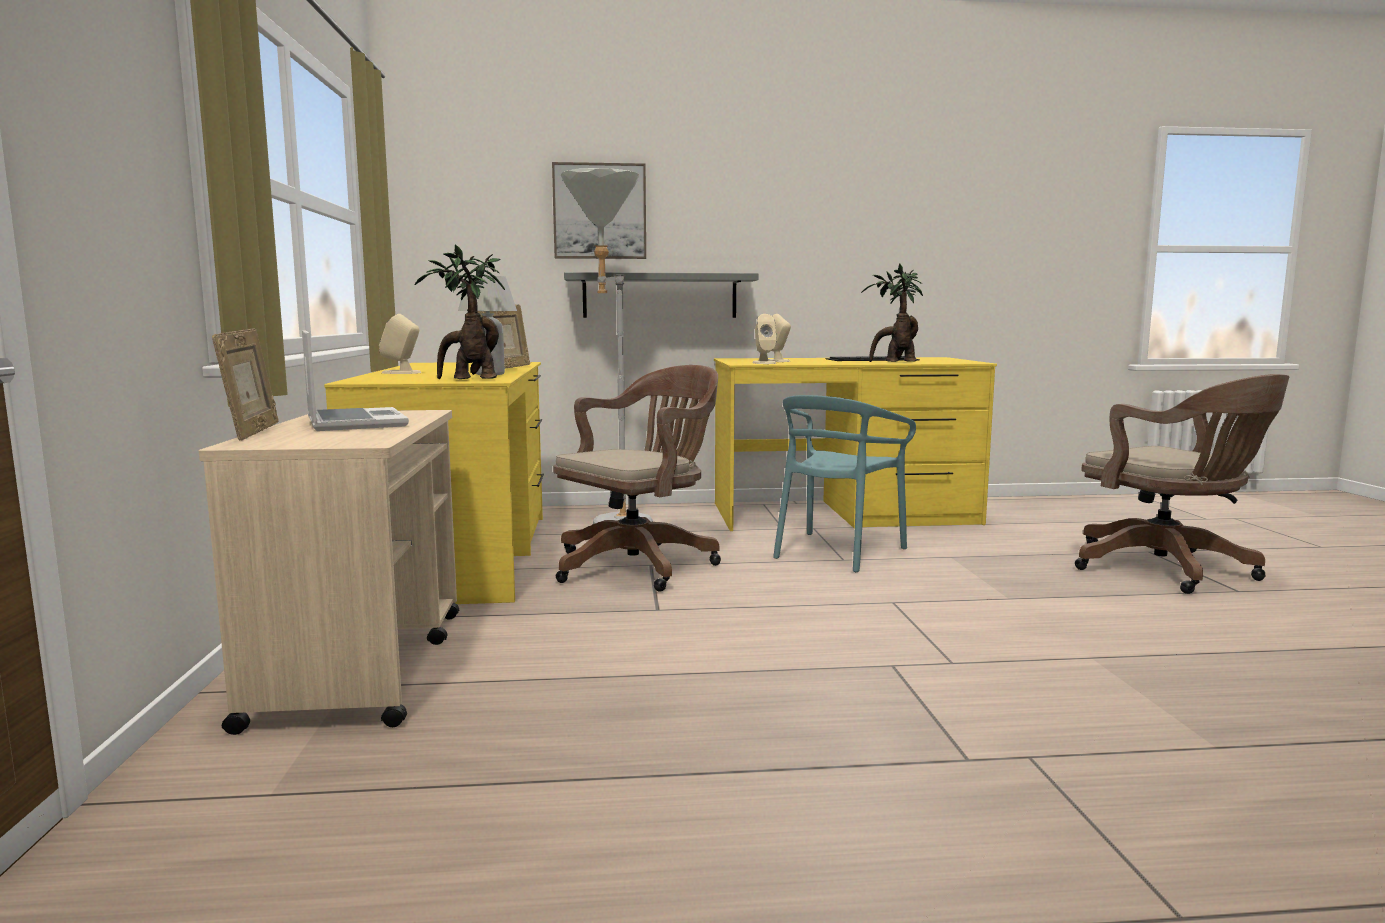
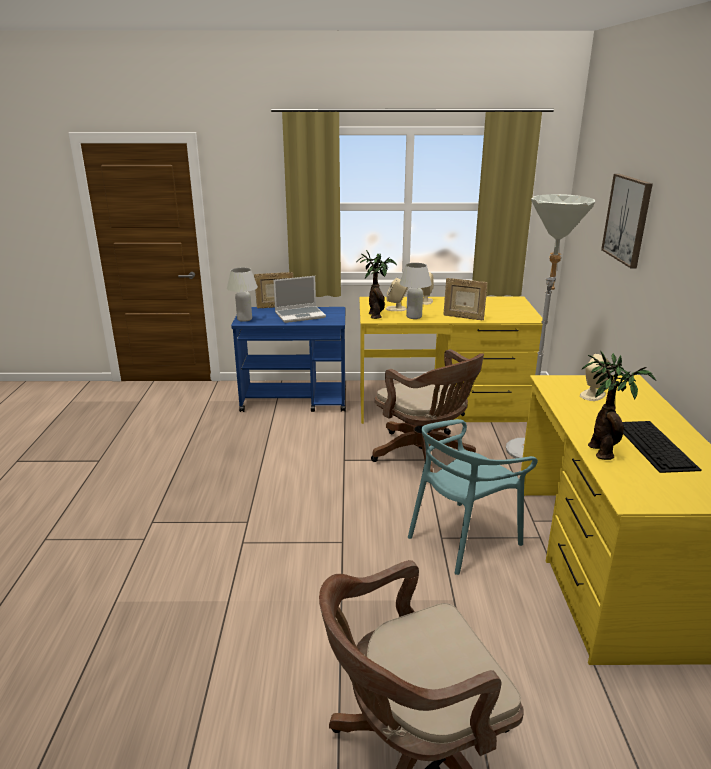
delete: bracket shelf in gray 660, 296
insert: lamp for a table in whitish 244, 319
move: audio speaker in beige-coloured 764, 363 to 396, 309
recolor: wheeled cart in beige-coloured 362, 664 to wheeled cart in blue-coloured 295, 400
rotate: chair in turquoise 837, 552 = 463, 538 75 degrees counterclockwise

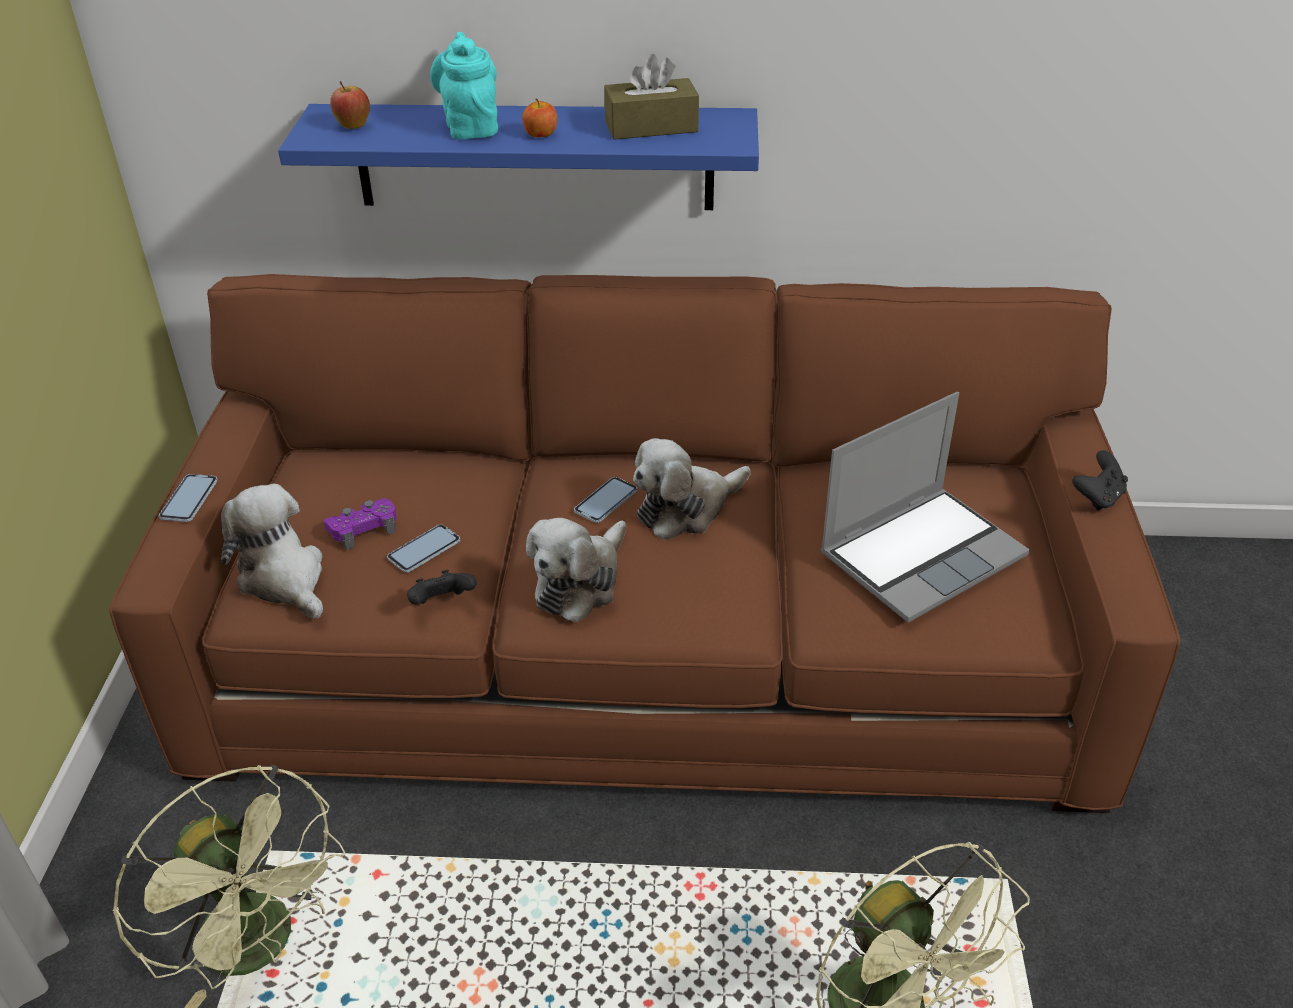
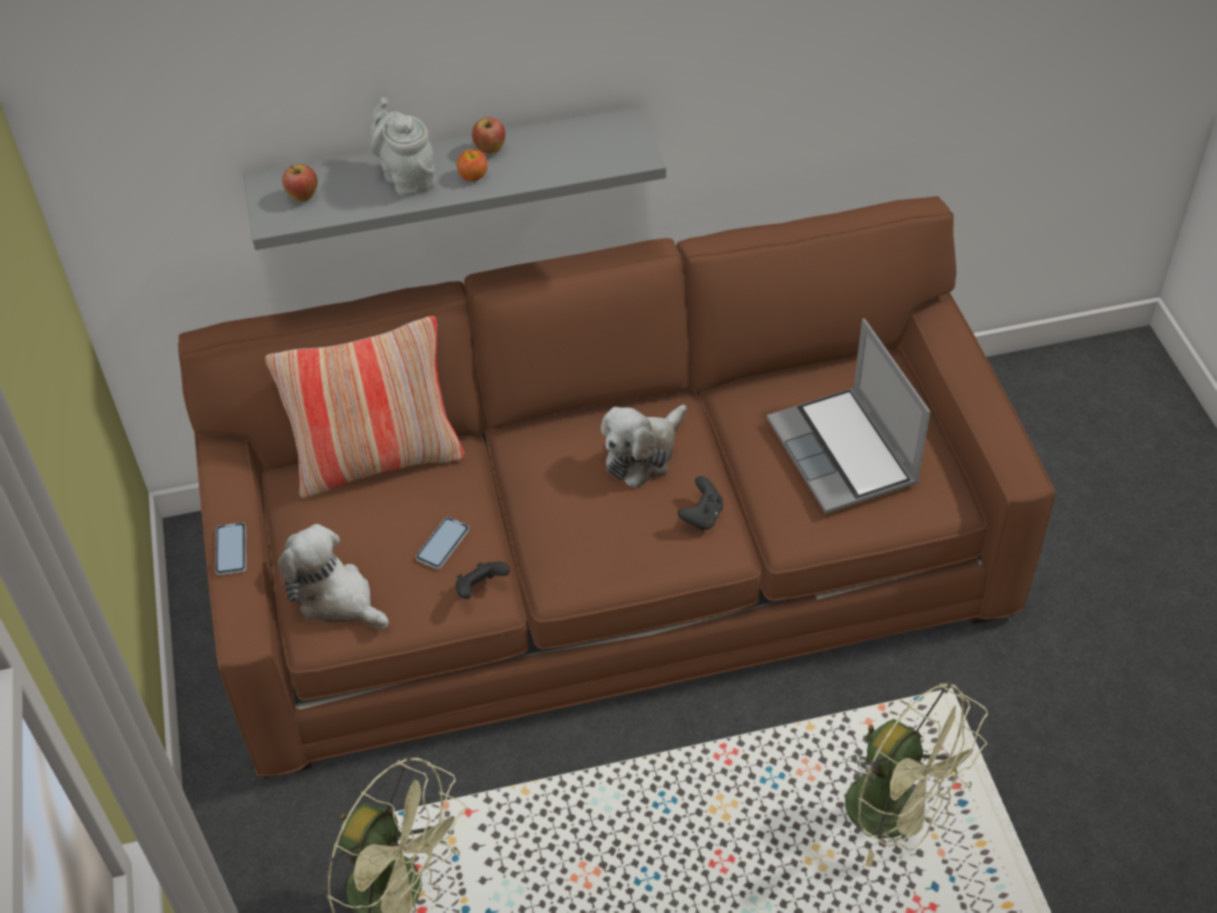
delete: gamepad in purple 363, 529; plush toy 580, 582; telephone 606, 501; tissue holder in brown-coloured 651, 127
insert: cushion 378, 460; apple fruit 490, 150
move: gamepad in black 1097, 497 to 702, 516
recolor: bracket shelf in blue-coloured 534, 157 to bracket shelf in gray 450, 176; teapot in turquoise 470, 126 to teapot in gray 407, 177
rotate: laptop 922, 554 = 844, 453 120 degrees clockwise

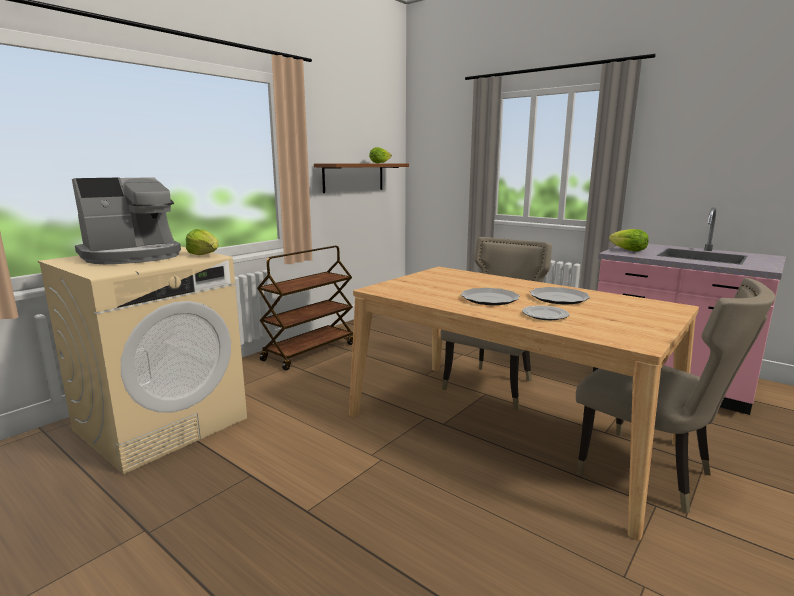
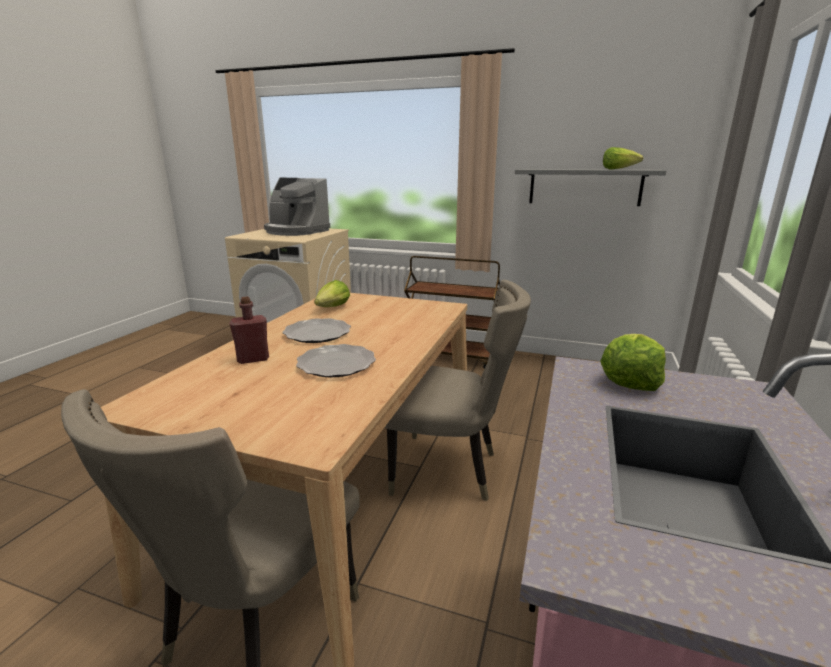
move: head of lettuce 205, 255 to 333, 308
replace: plate 545, 315 to beverage bottle in reddish 253, 359
recolor: bracket shelf in brown-coloured 353, 177 to bracket shelf in gray 584, 187

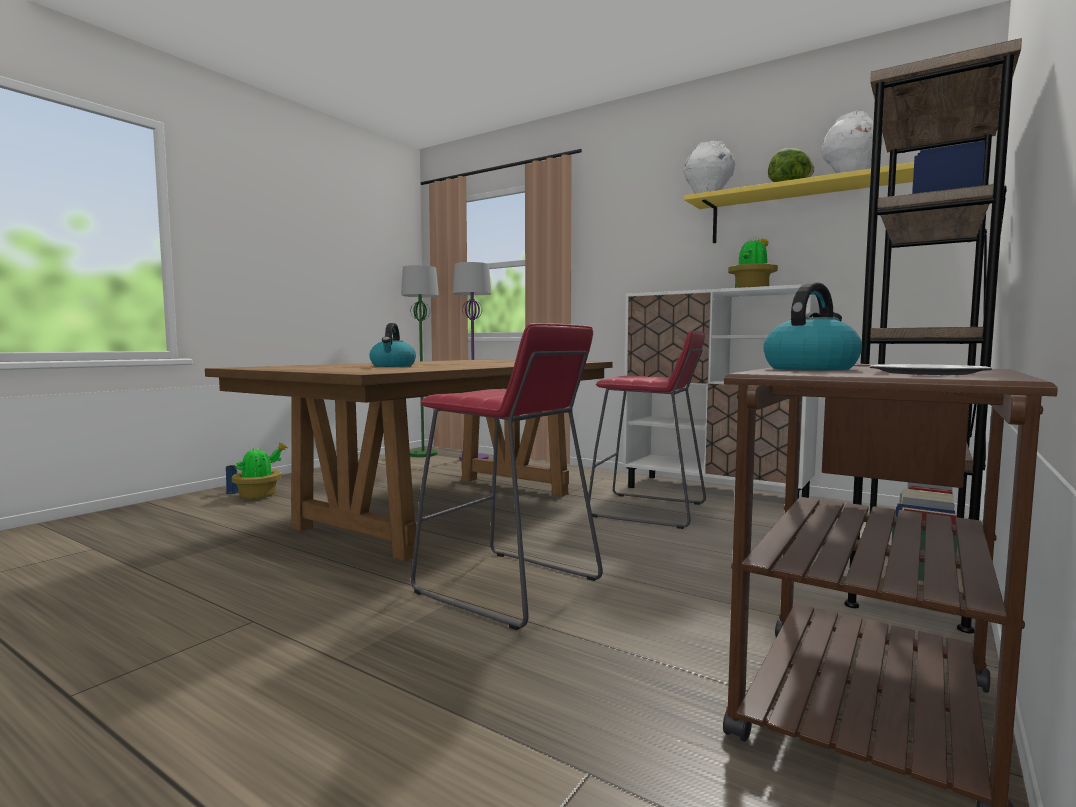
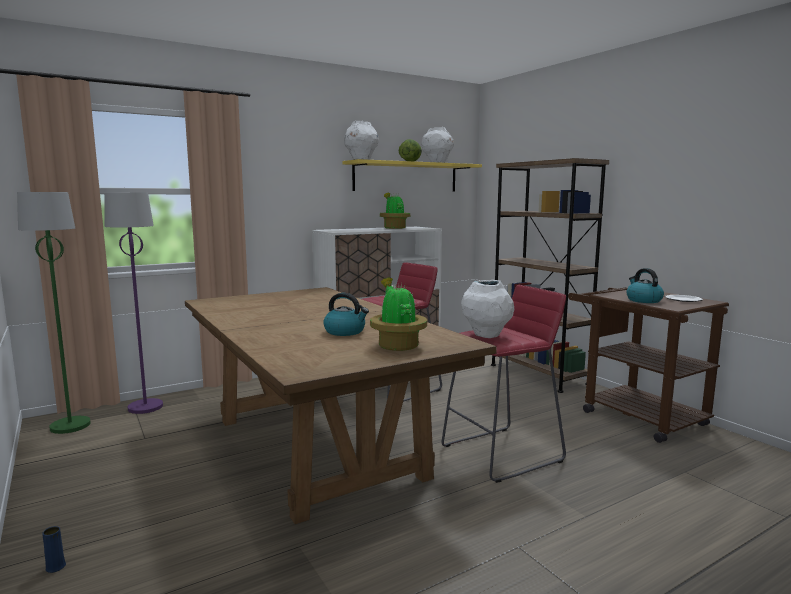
insert: decorative vase in whitish 486, 335
move: houseplant 259, 495 to 397, 346

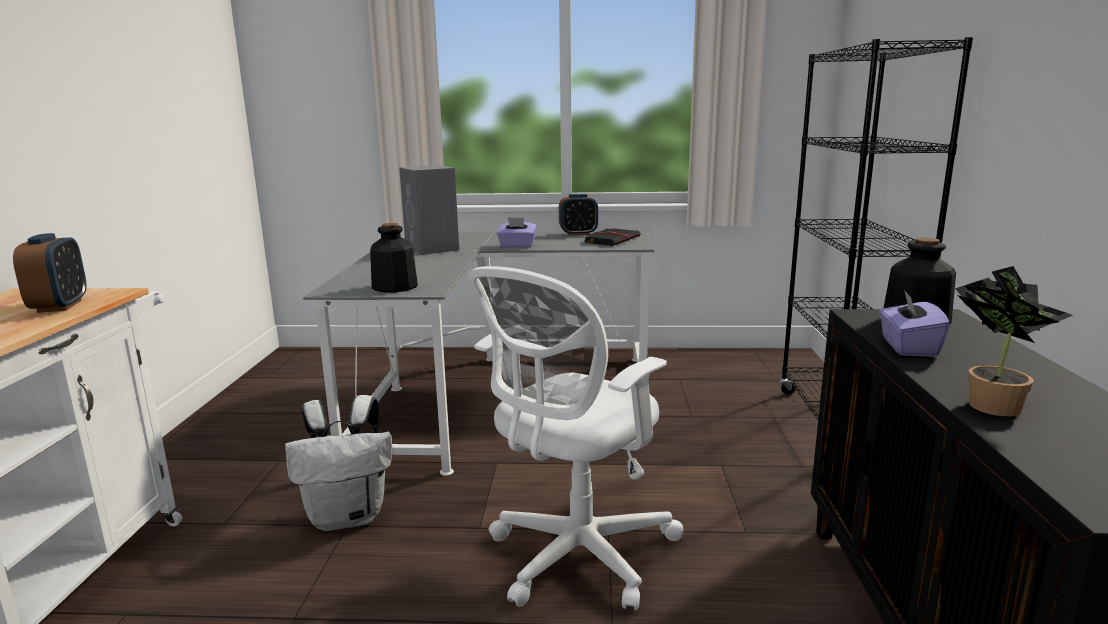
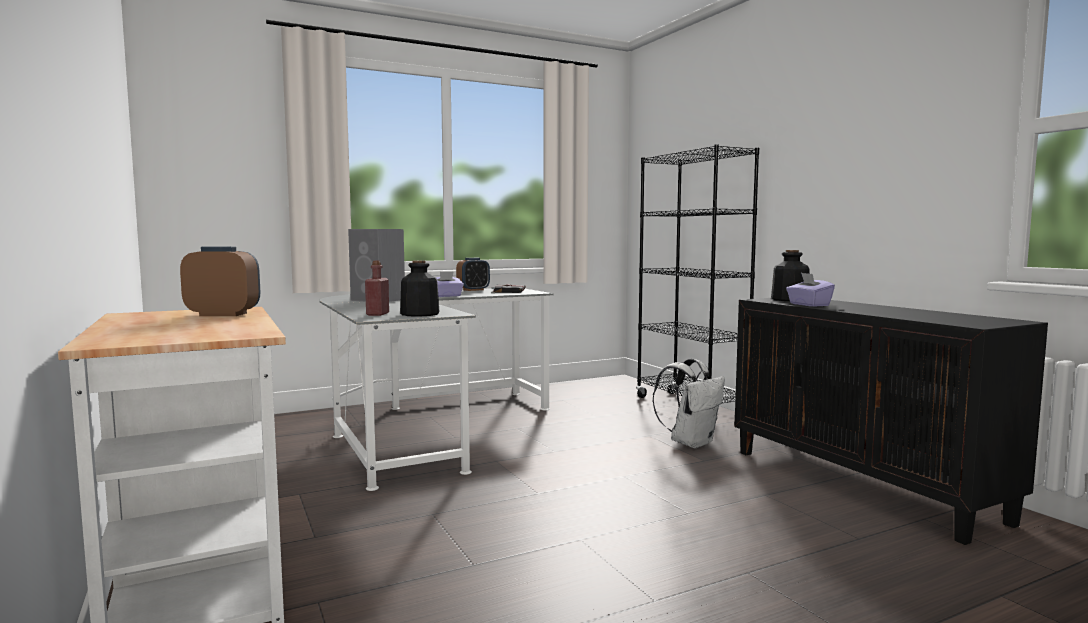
delete: computer chair in whitish 575, 558; houseplant 991, 403
insert: beverage bottle in reddish 377, 314
move: backpack in whitish 349, 516 to 691, 442
rotate: bedside clock 60, 306 = 223, 314 45 degrees counterclockwise

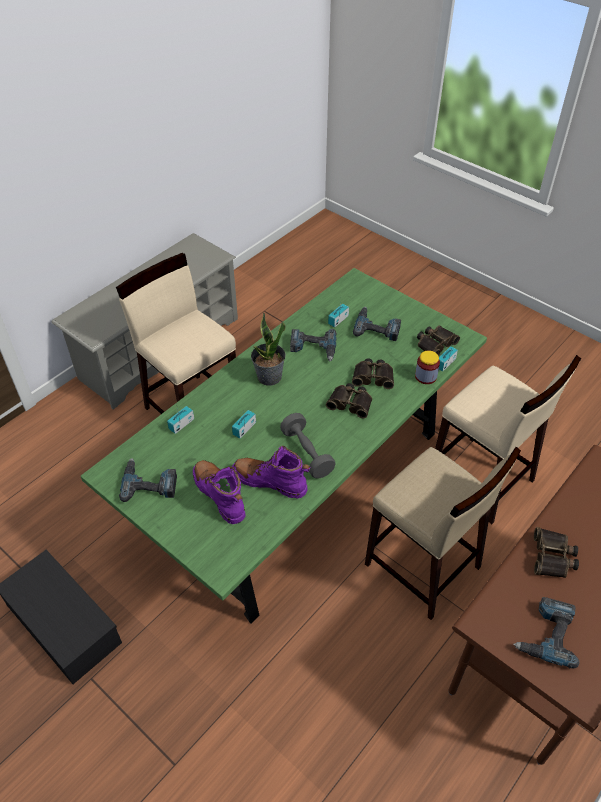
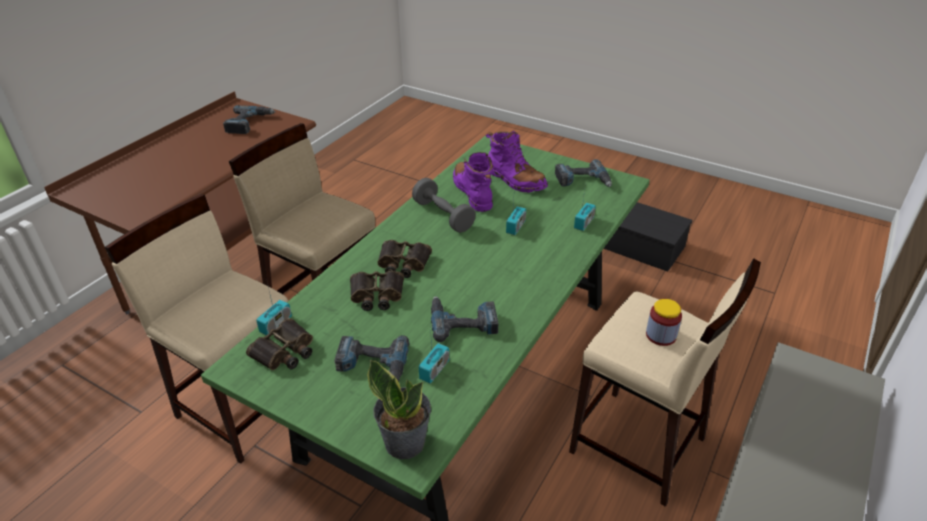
delete: field glasses 553, 557
move: houseplant 269, 377 to 405, 442; storage jar 425, 376 to 661, 335
rotate: boot in purple 270, 481 = 473, 193 120 degrees counterclockwise

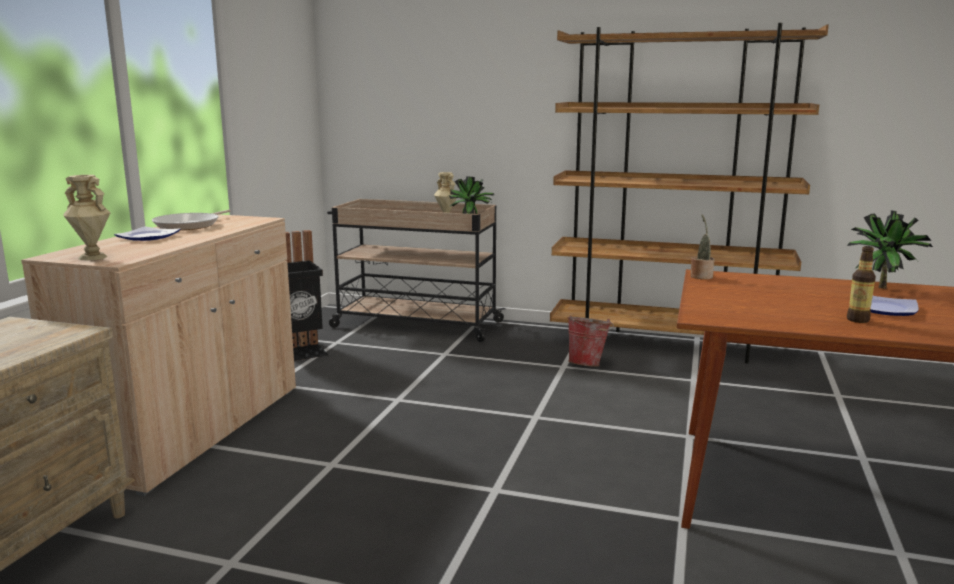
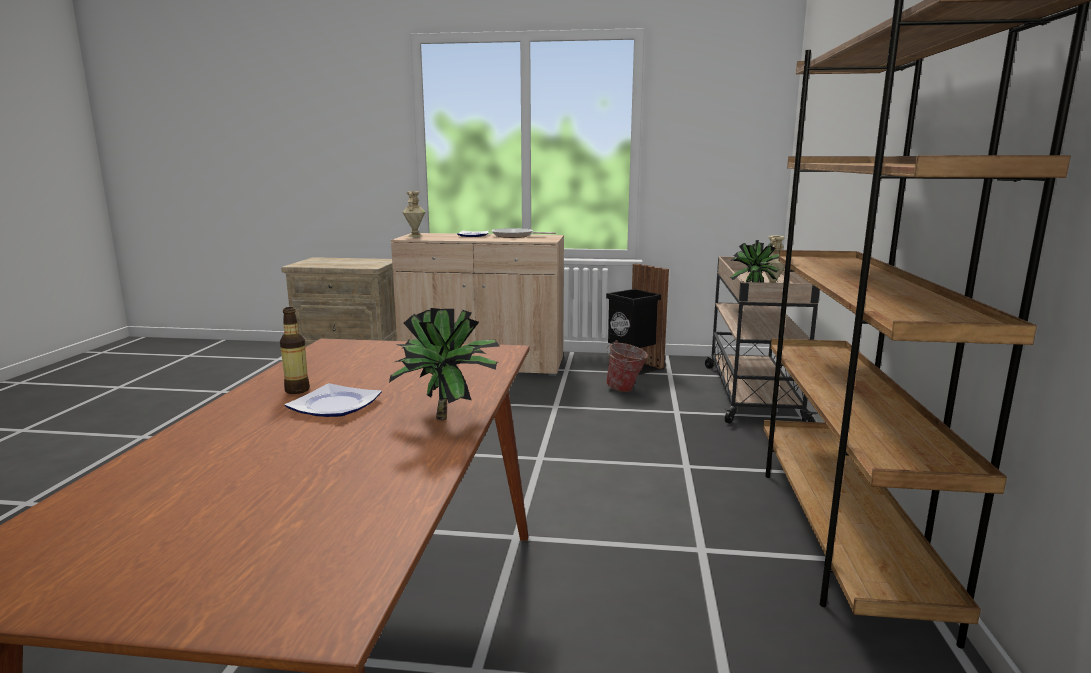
delete: houseplant 701, 276
move: bucket 588, 364 to 625, 390

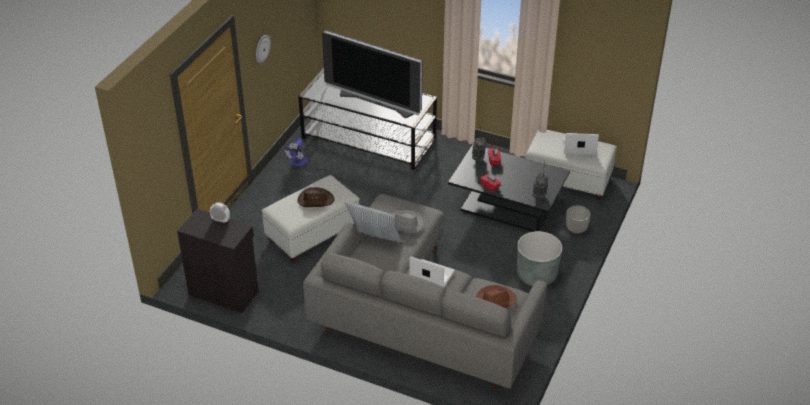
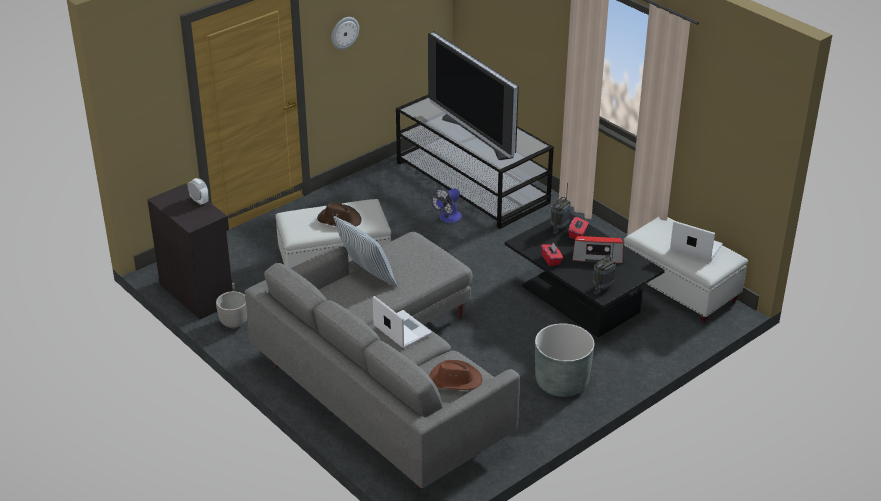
delete: hat in gray 405, 223
insert: radio 597, 255
move: electric fan 297, 163 to 447, 218; planter 576, 229 to 234, 323

